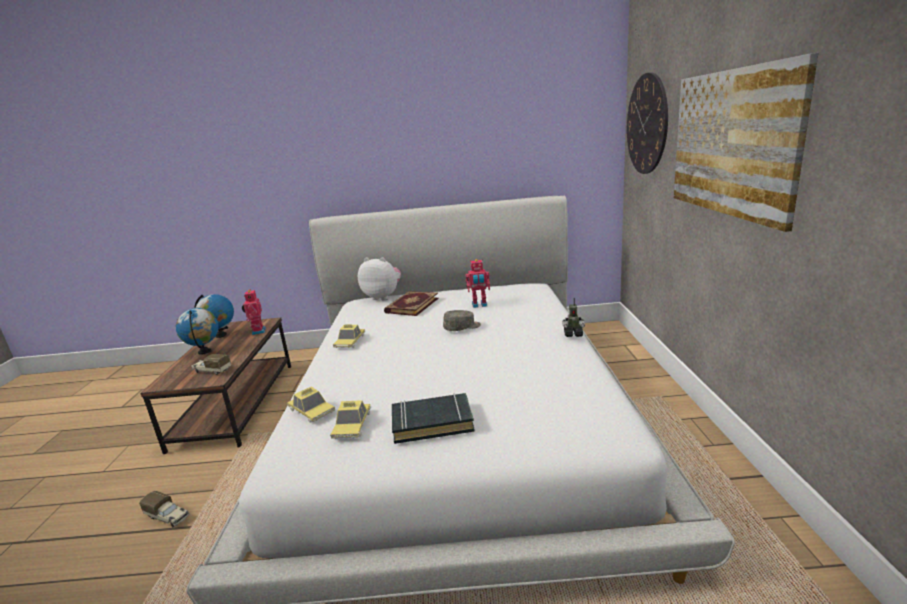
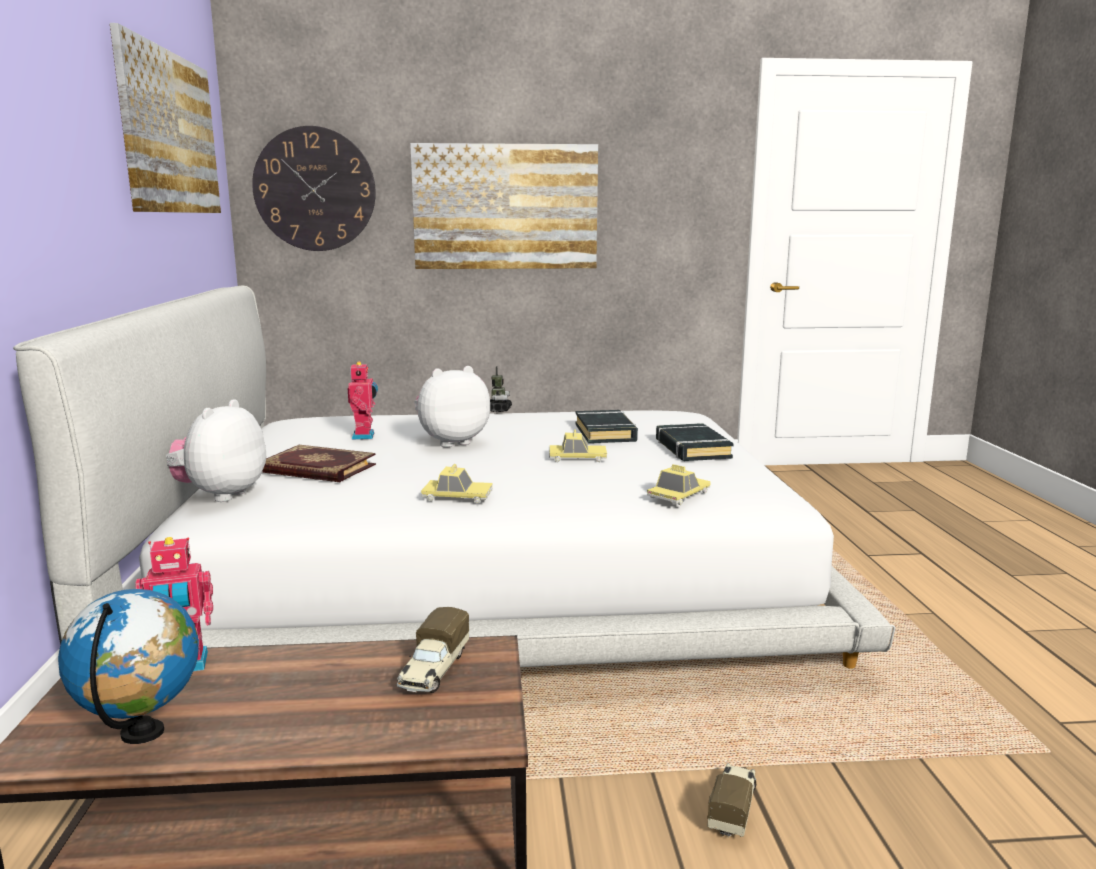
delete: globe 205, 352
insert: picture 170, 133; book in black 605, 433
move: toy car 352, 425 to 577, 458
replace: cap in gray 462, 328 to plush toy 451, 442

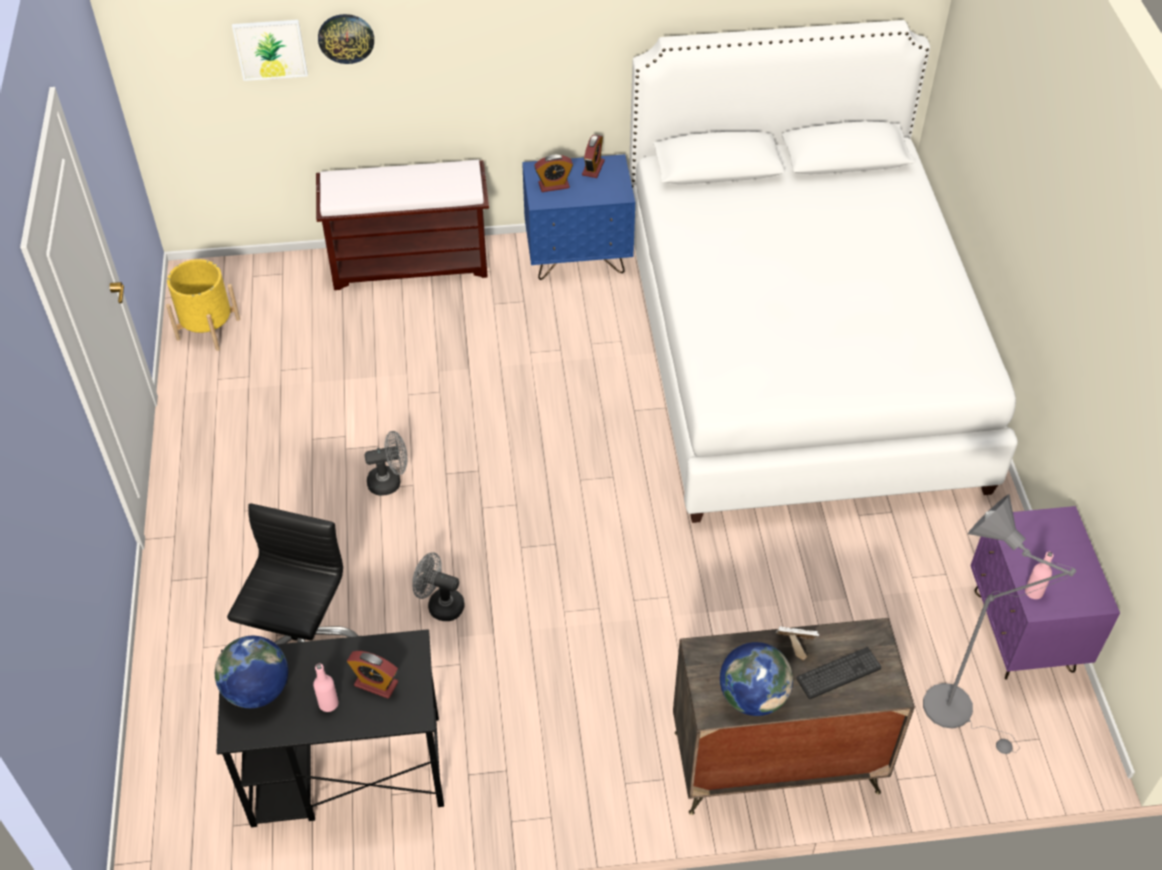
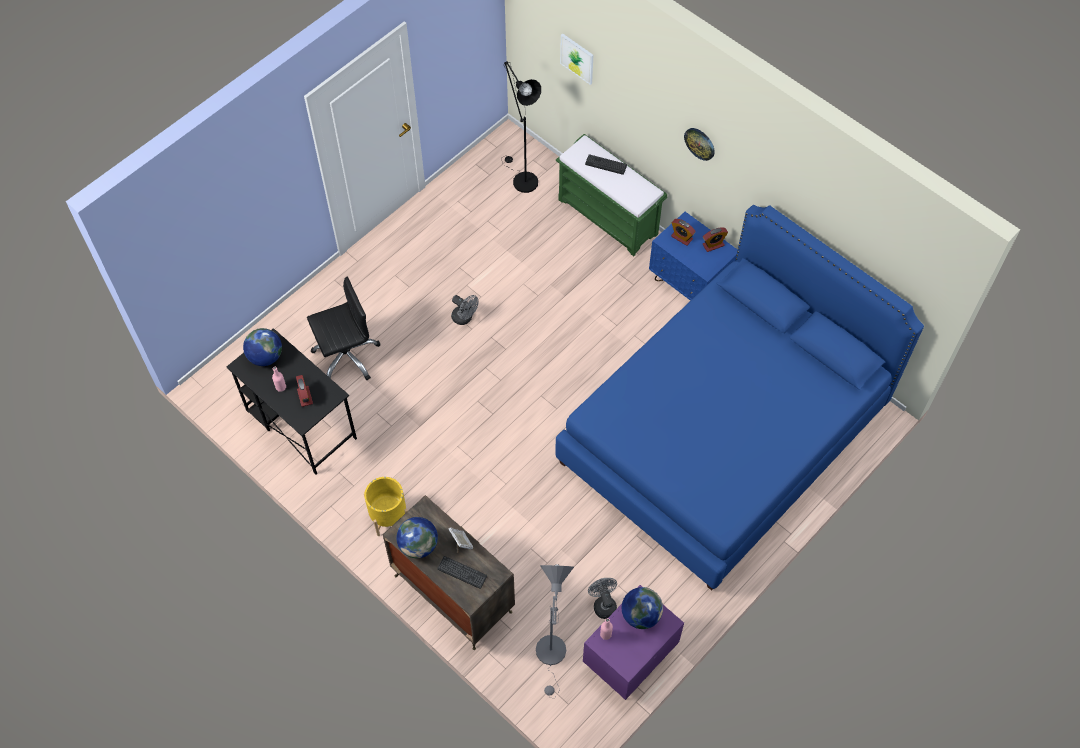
insert: floor lamp in black 522, 179; keyboard 606, 165; globe 640, 615
move: planter in yellow-coloured 208, 329 to 388, 516; wall clock 346, 38 to 700, 143; electric fan in gray 440, 605 to 603, 604
recolor: indoor bench in brown-coloured 411, 263 to indoor bench in green 609, 217; sleeping bed in whitish 797, 353 to sleeping bed in blue-coloured 723, 434

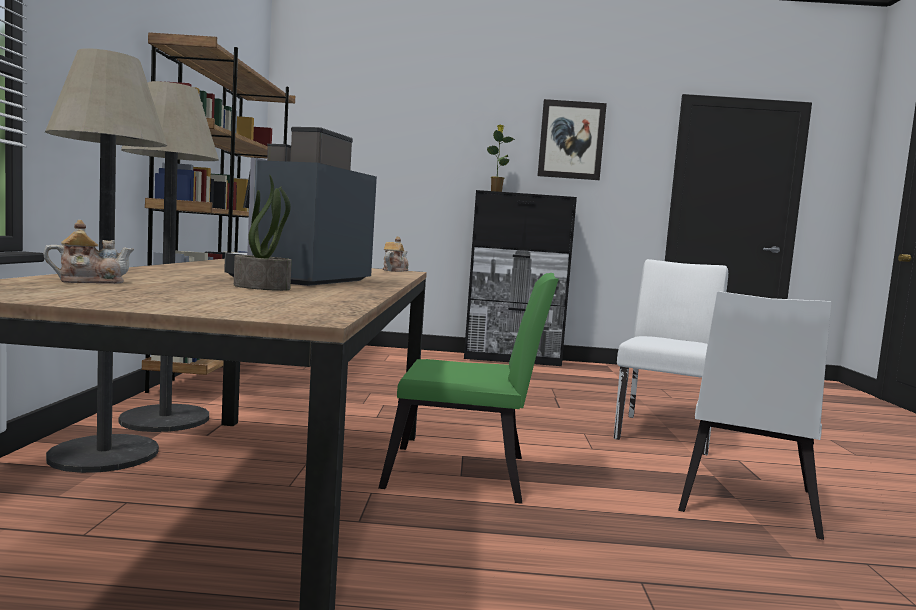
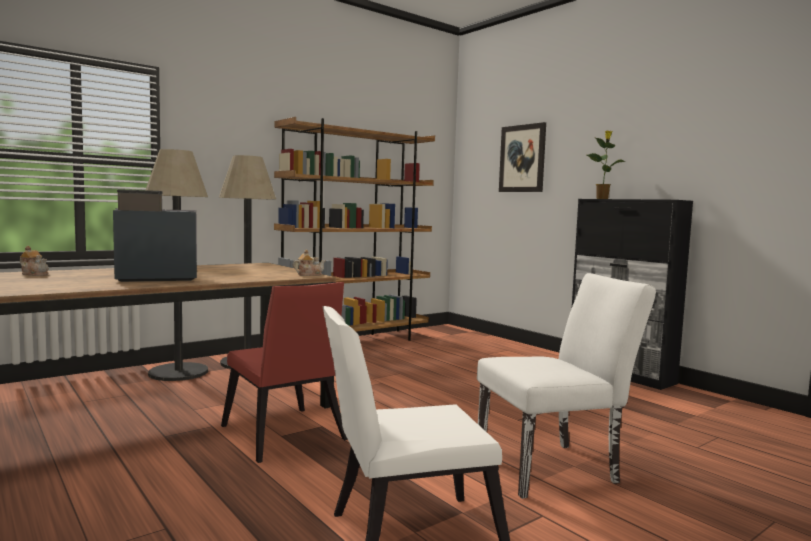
delete: houseplant 263, 287
move: picture 571, 140 to 522, 158
recolor: chair in green 467, 475 to chair in reddish 284, 437

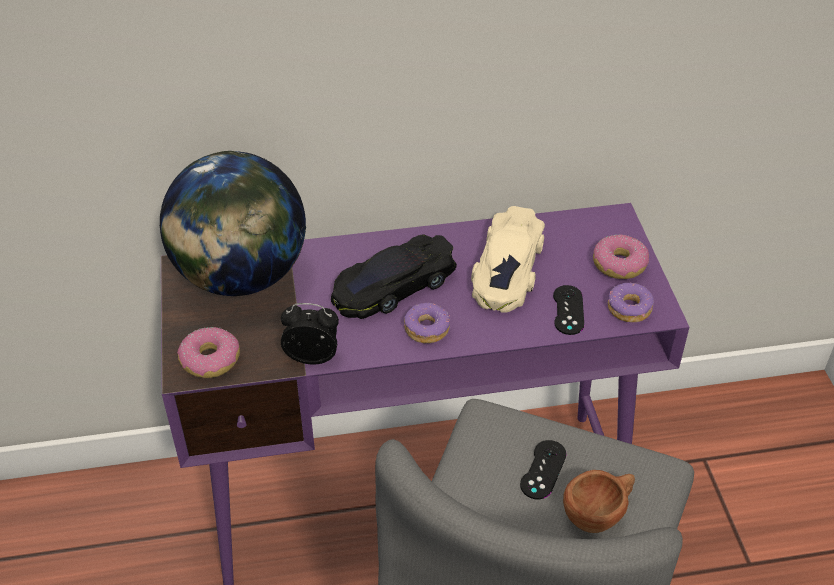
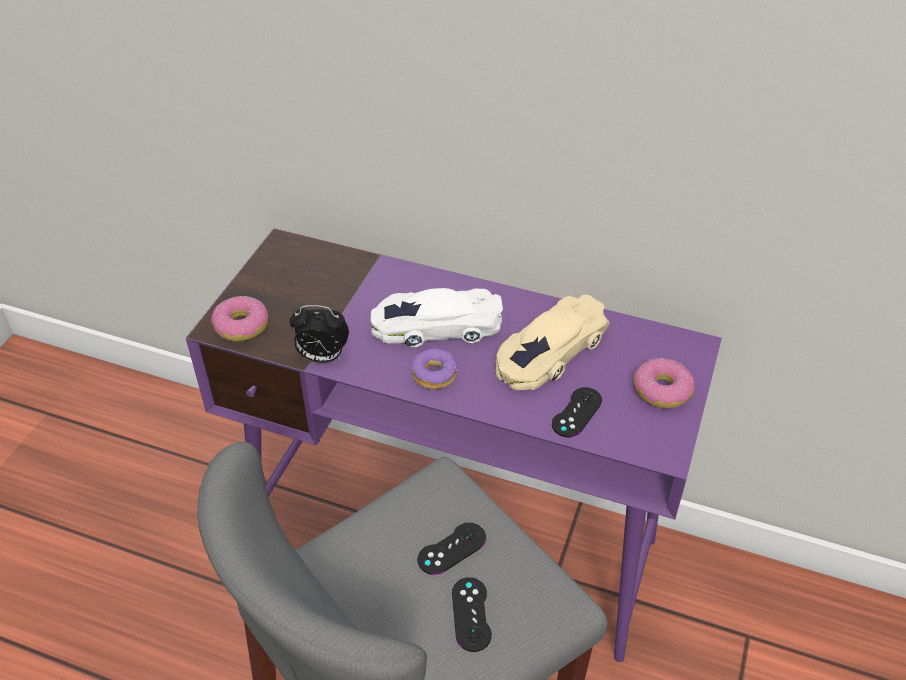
delete: globe 241, 277; donut 629, 309
replace: cup in brown-coloured 599, 513 to gamepad in black 471, 614
recolor: toy car in black 393, 285 to toy car in whitish 436, 325
rotate: bedside clock 313, 356 = 322, 357 150 degrees clockwise

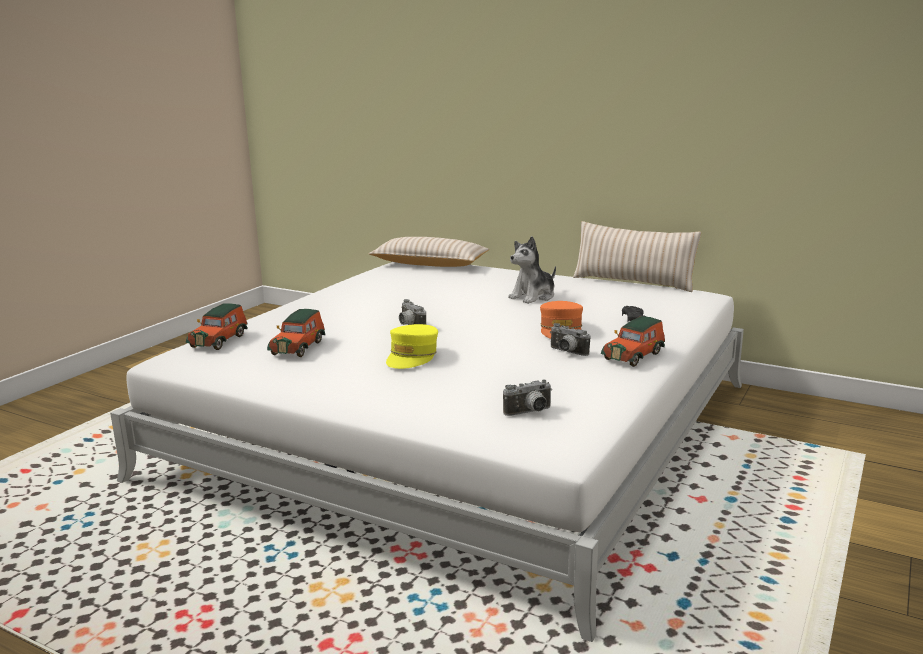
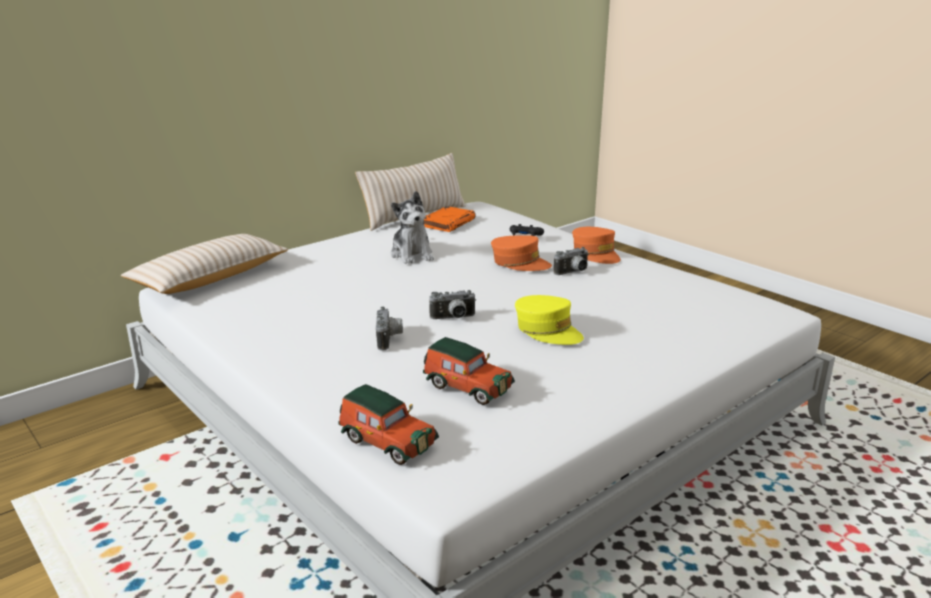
insert: book in orangey 448, 223
move: still camera 530, 413 to 390, 339
replace: toy car 634, 355 to cap in orangey 596, 254

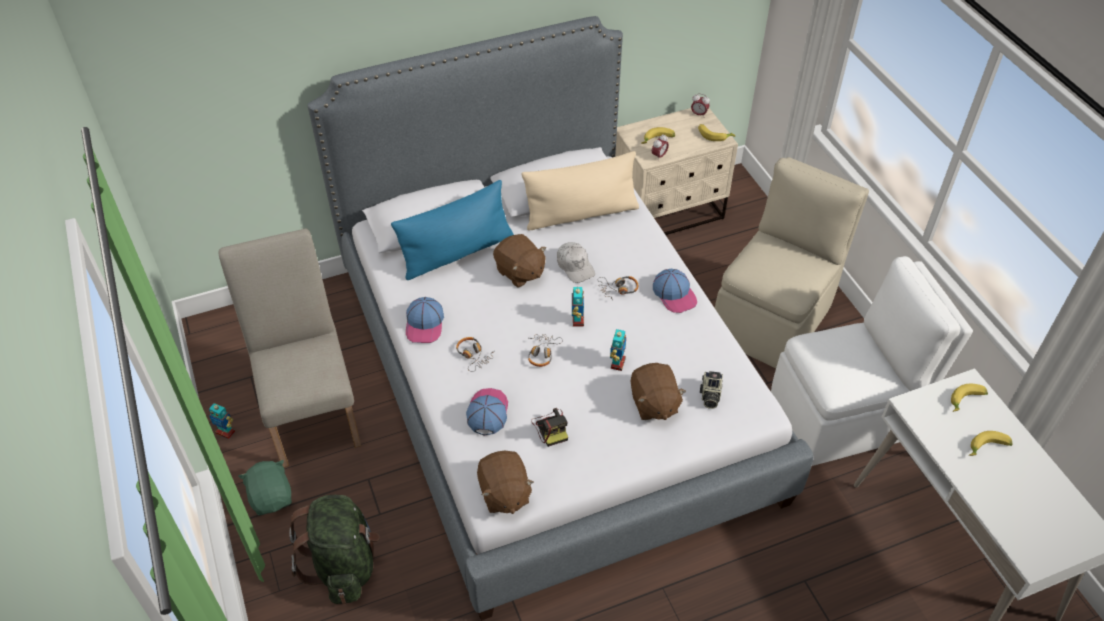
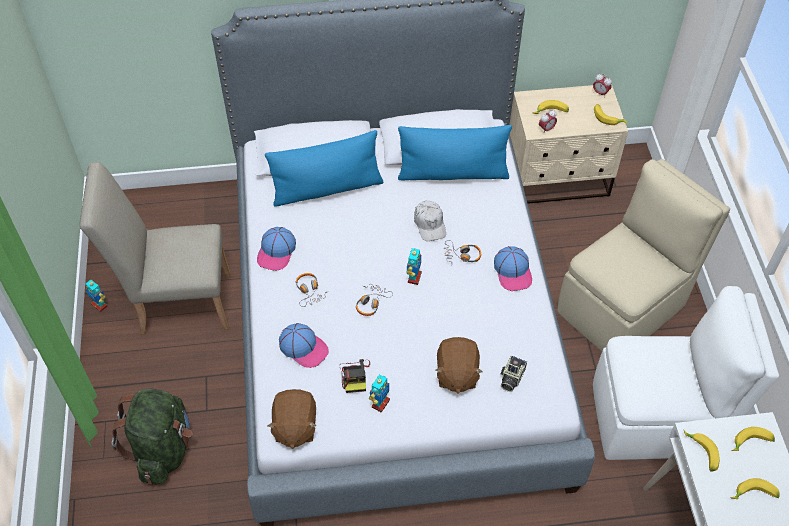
delete: plush toy in green 272, 497; plush toy in brown-coloured 520, 272
insert: banana 700, 453
move: robot figure 617, 363 to 380, 403
recolor: cushion in beige-coloured 581, 214 to cushion in blue-coloured 453, 173
rotate: chair in beige-coloured 312, 410 = 177, 302 90 degrees counterclockwise; cap 487, 412 = 304, 348 105 degrees clockwise

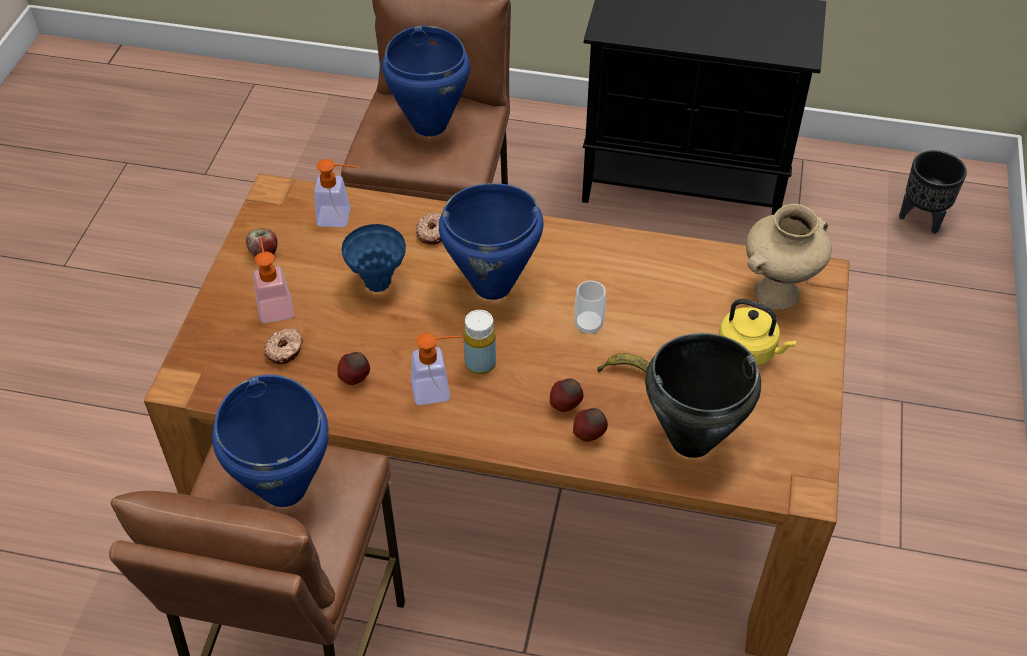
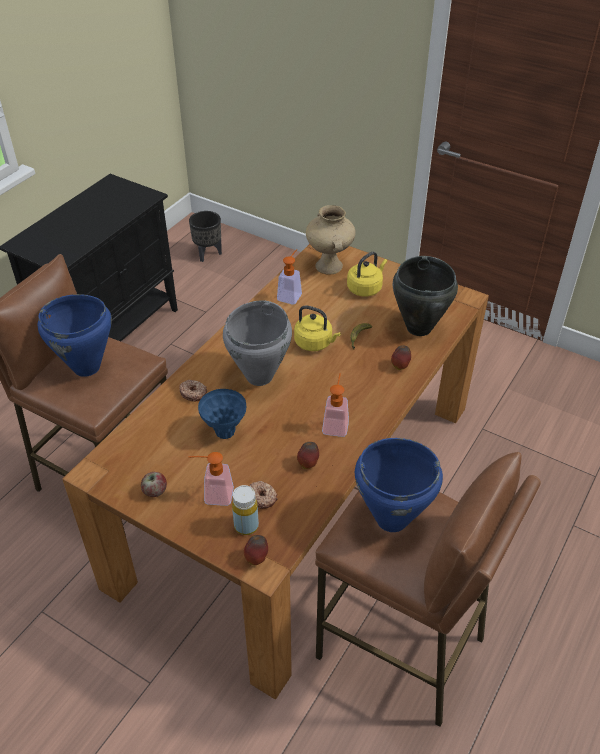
move: liquid soap bottle 340, 217 to 291, 295; beverage bottle in yellow-coloured 480, 363 to 246, 526; apple fruit 565, 406 to 257, 558
replace: cup 588, 325 to water kettle in yellow-coloured 315, 343
recolor: stockpot in blue-coloured 493, 286 to stockpot in gray 260, 376

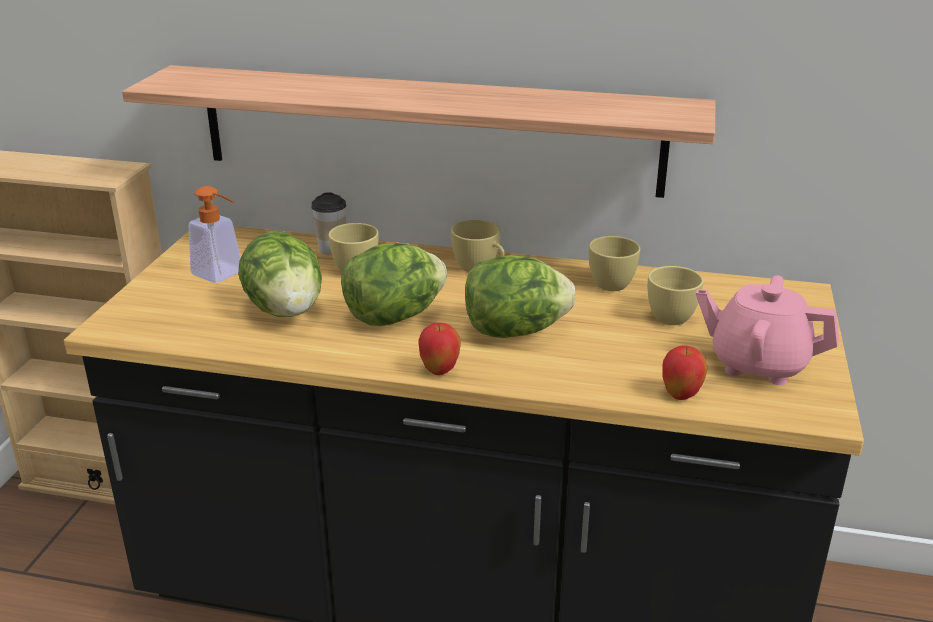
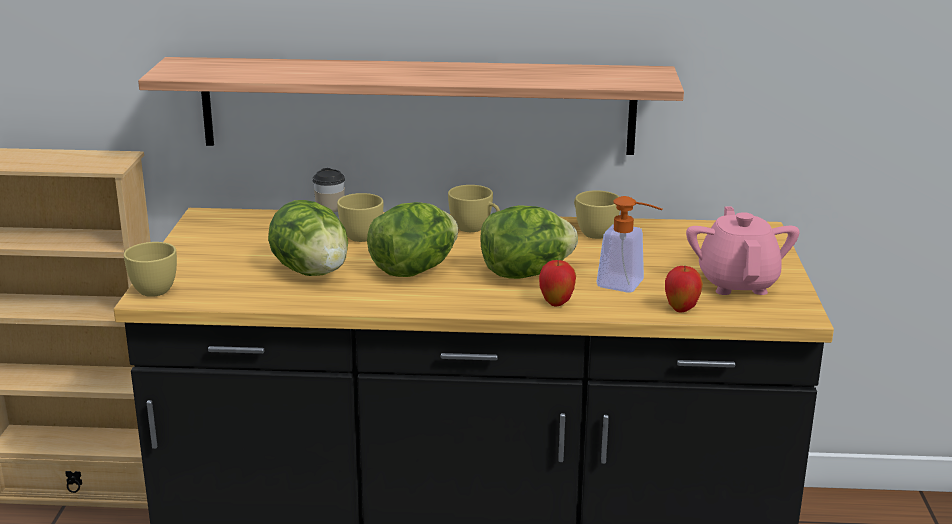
move: liquid soap bottle 223, 275 to 628, 285; apple fruit 440, 371 to 556, 303; cup in yellow-coloured 671, 315 to 156, 288
rotate: teapot in pinkish 758, 364 = 737, 283 75 degrees clockwise

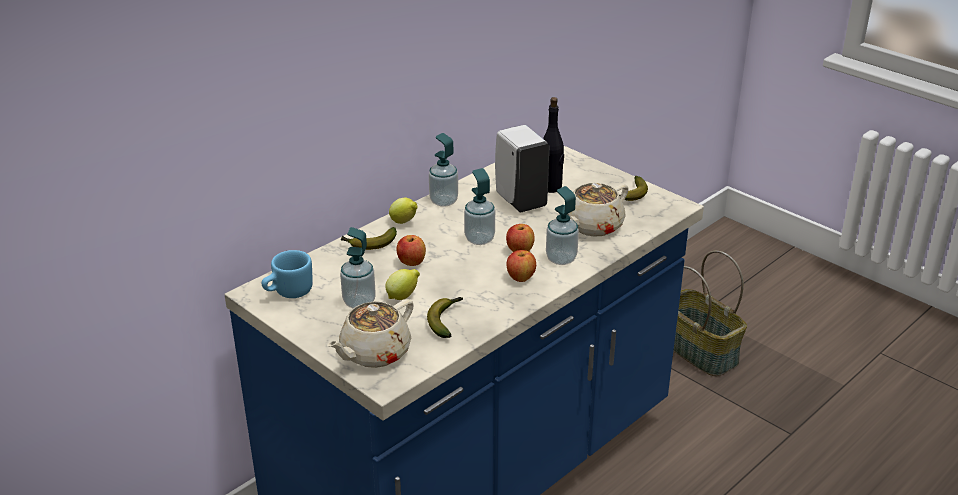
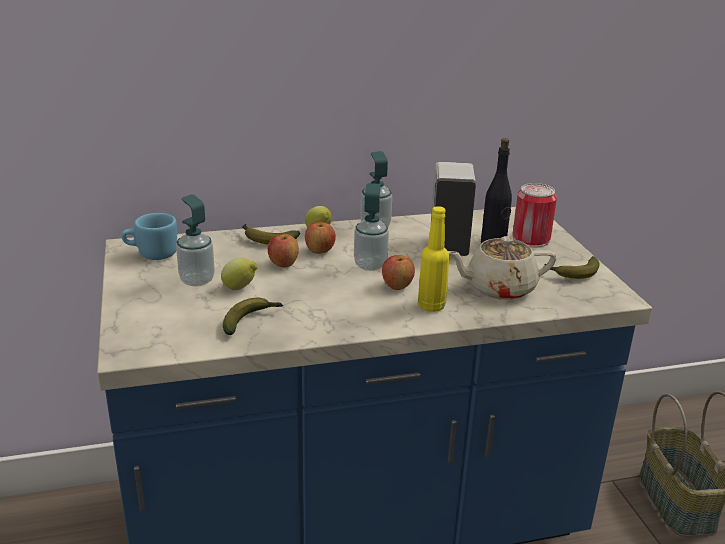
delete: teapot in beige-coloured 374, 353
insert: metal can 531, 239
move: apple fruit 520, 278 to 319, 251
replace: liquid soap bottle 561, 259 to beverage bottle in yellow-coloured 431, 306

